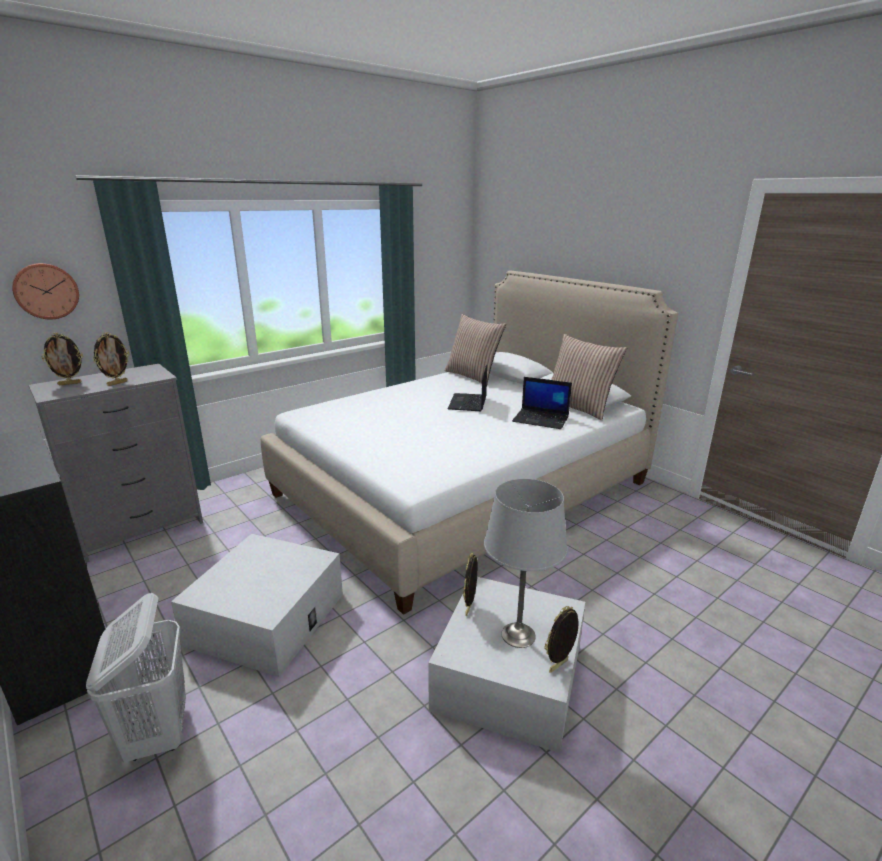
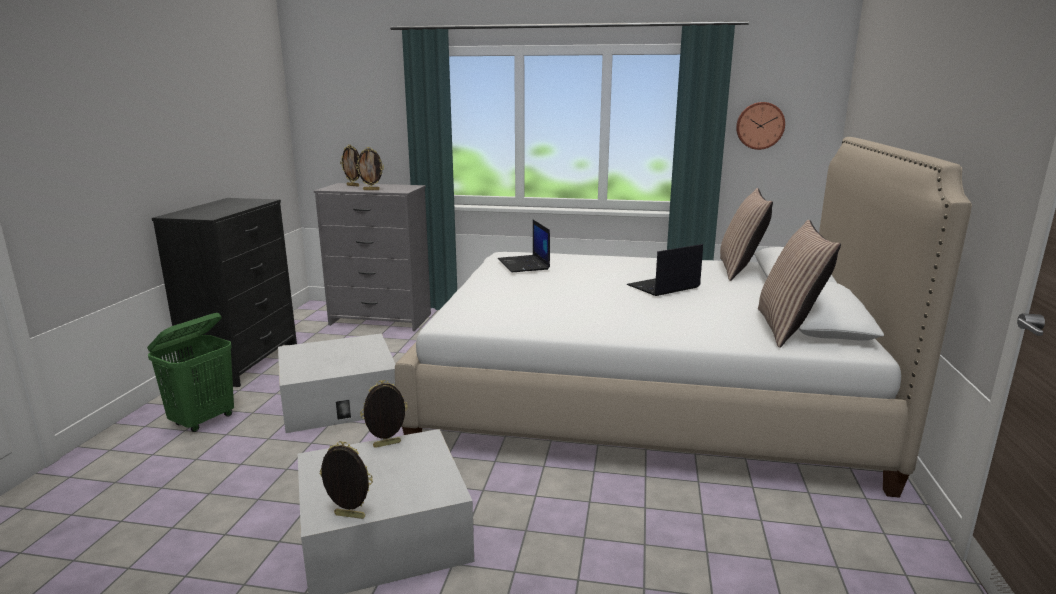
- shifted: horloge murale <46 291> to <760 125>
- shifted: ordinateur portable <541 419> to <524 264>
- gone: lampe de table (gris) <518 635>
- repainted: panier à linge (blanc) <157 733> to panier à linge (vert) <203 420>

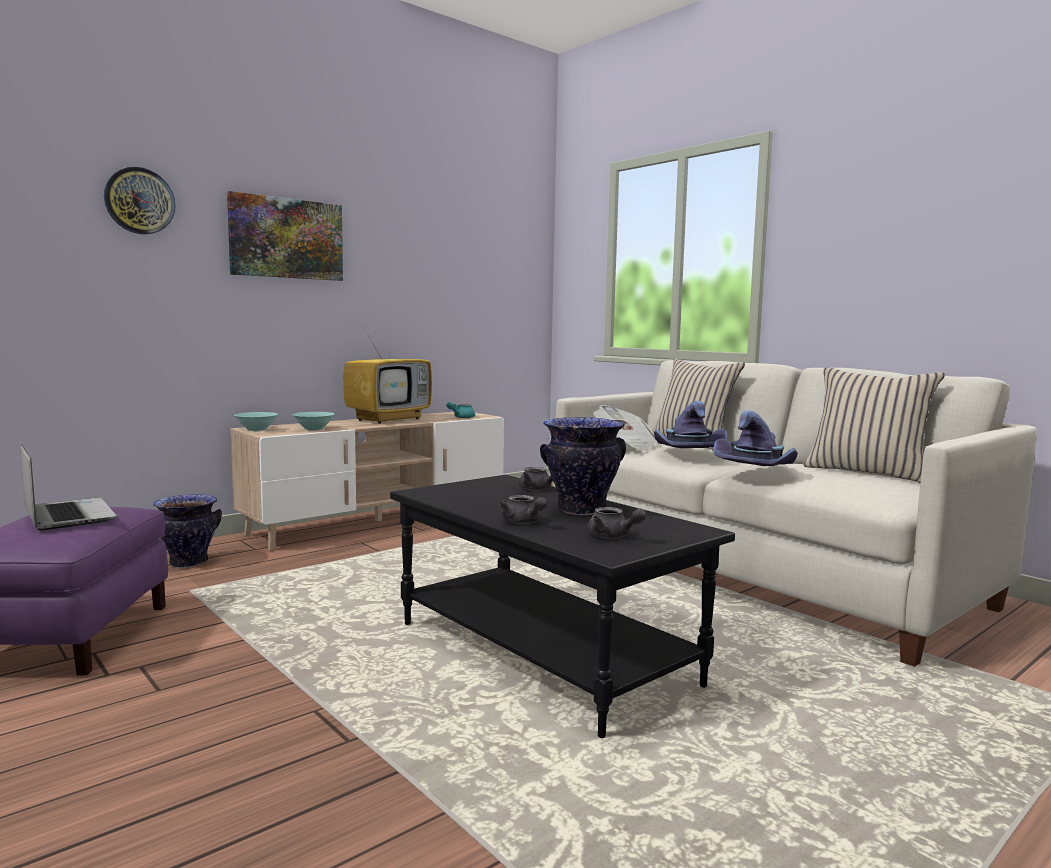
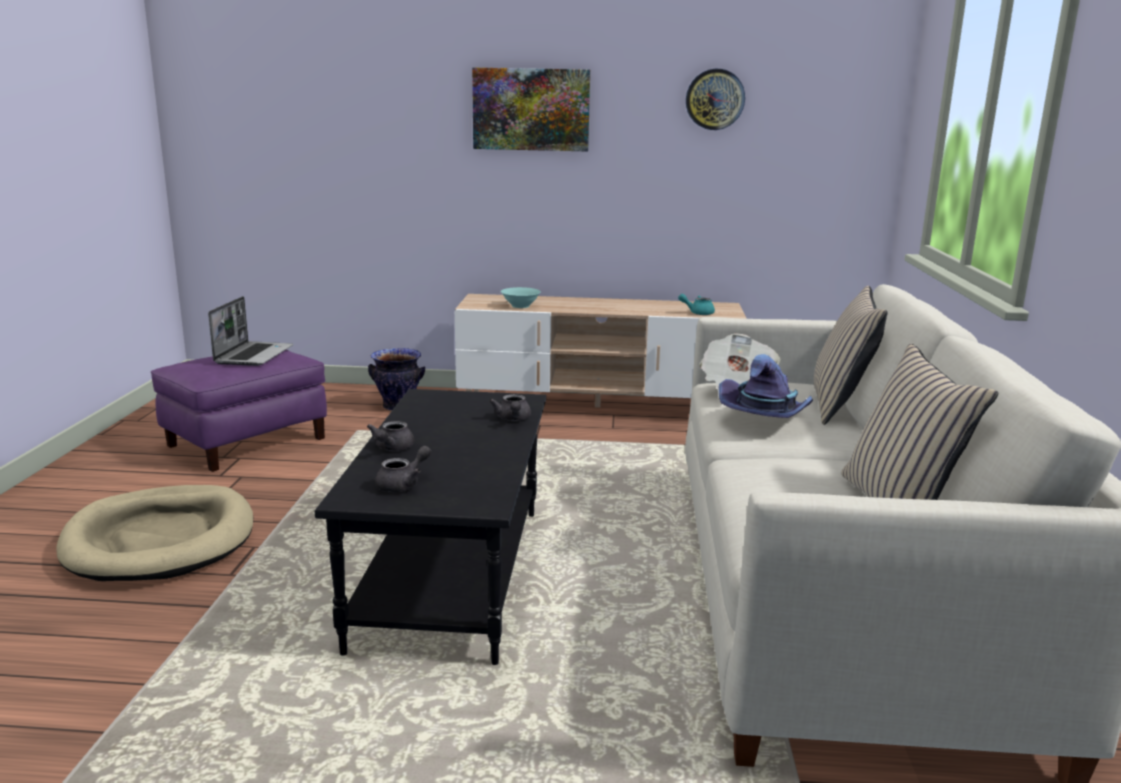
- shifted: horloge murale <139 201> to <715 99>
- gone: téléviseur <389 419>
- gone: chapeau (violet) <755 470>
- gone: bol (turquoise) <256 429>
- gone: vase <581 510>
- rotated: théière (gris) <613 536> = <403 484> 135 degrees counterclockwise
- new: panier pour chien (beige) <161 540>

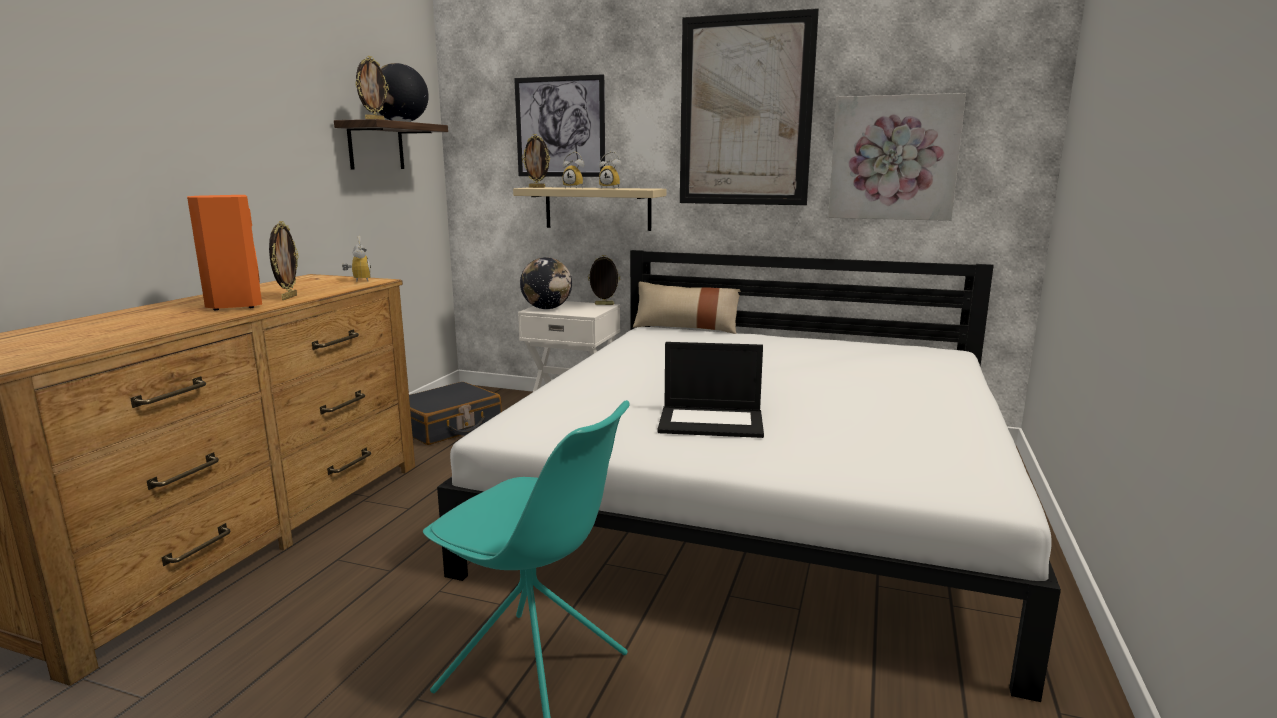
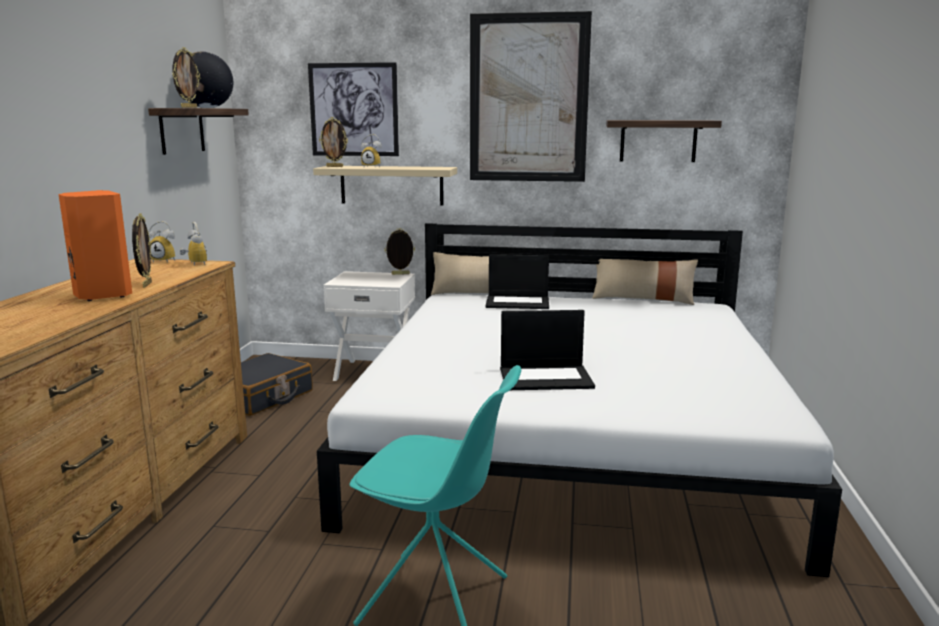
- swapped: tableau <893 158> to étagère <658 141>
- shifted: réveil <611 188> to <166 261>
- gone: globe <547 308>
- new: ordinateur portable <518 302>
- new: coussin (beige) <643 299>

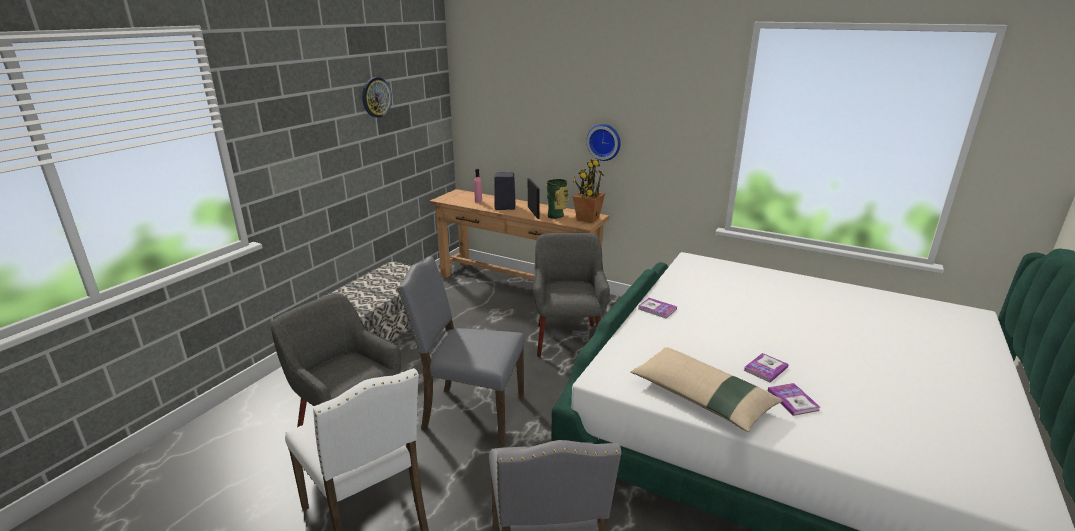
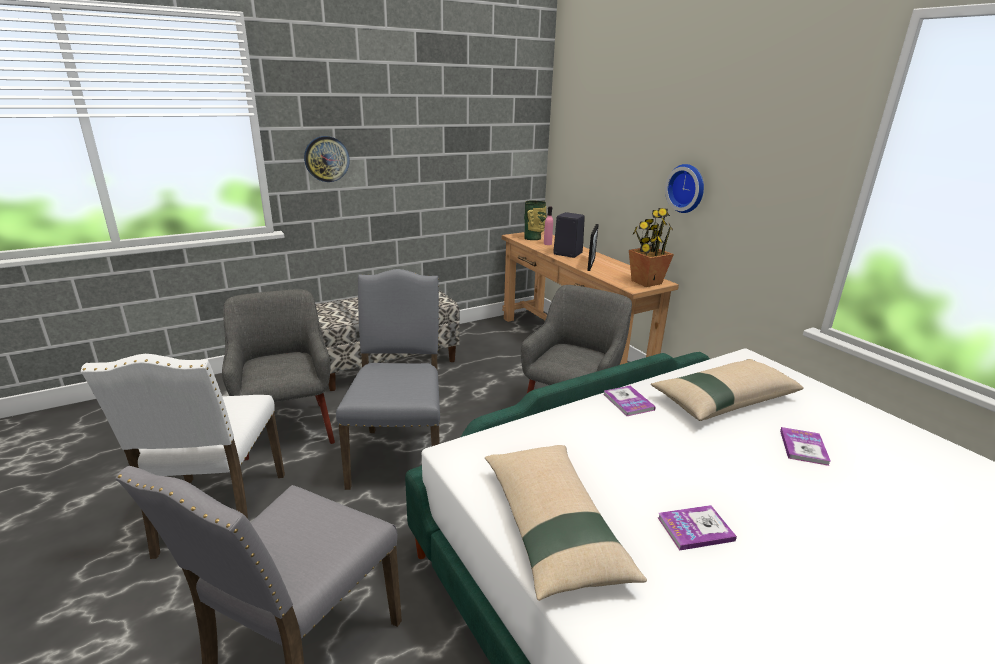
- shifted: horloge murale <376 97> to <326 159>
- shifted: vase <556 215> to <533 238>
- rotated: chaise (gris) <471 413> = <399 455> 45 degrees clockwise
- shifted: livre <793 400> to <803 447>
- new: coussin (beige) <723 399>

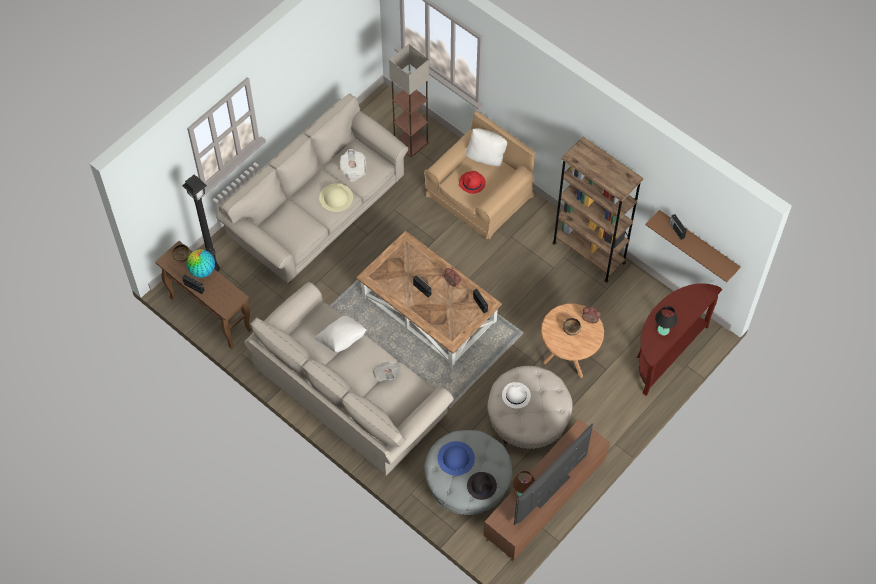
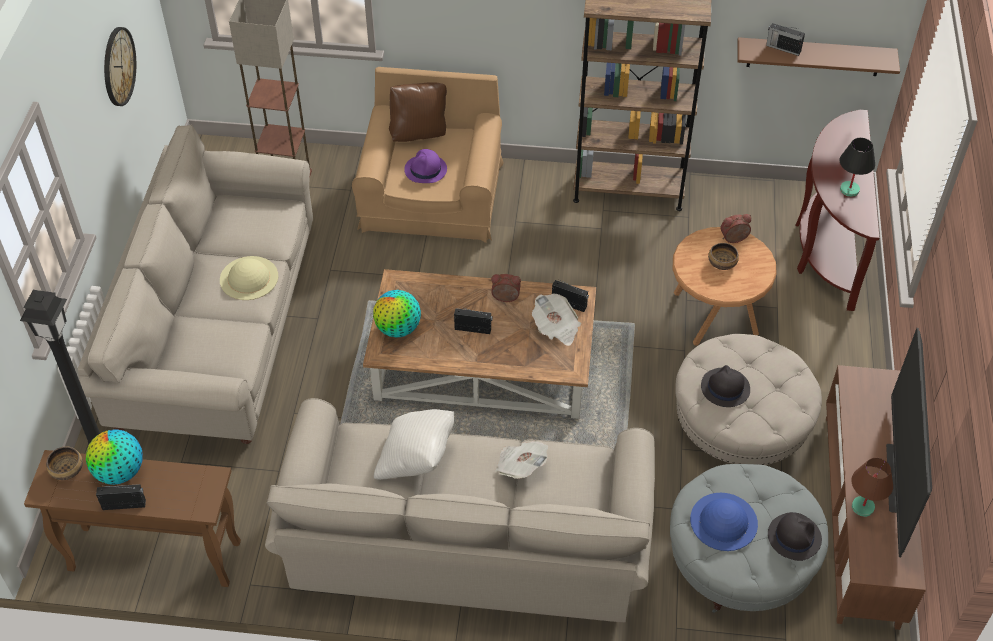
- repainted: coussin (blanc) <486 157> to coussin (marron) <419 134>
- shifted: journal <353 170> to <556 328>
- repainted: chapeau (rouge) <472 183> to chapeau (violet) <426 170>
- repainted: chapeau (blanc) <516 395> to chapeau (noir) <724 388>
- new: horloge murale <118 66>
- new: globe <398 329>

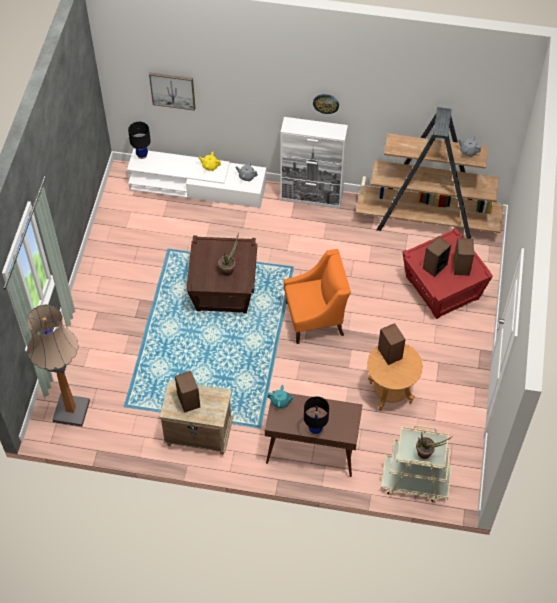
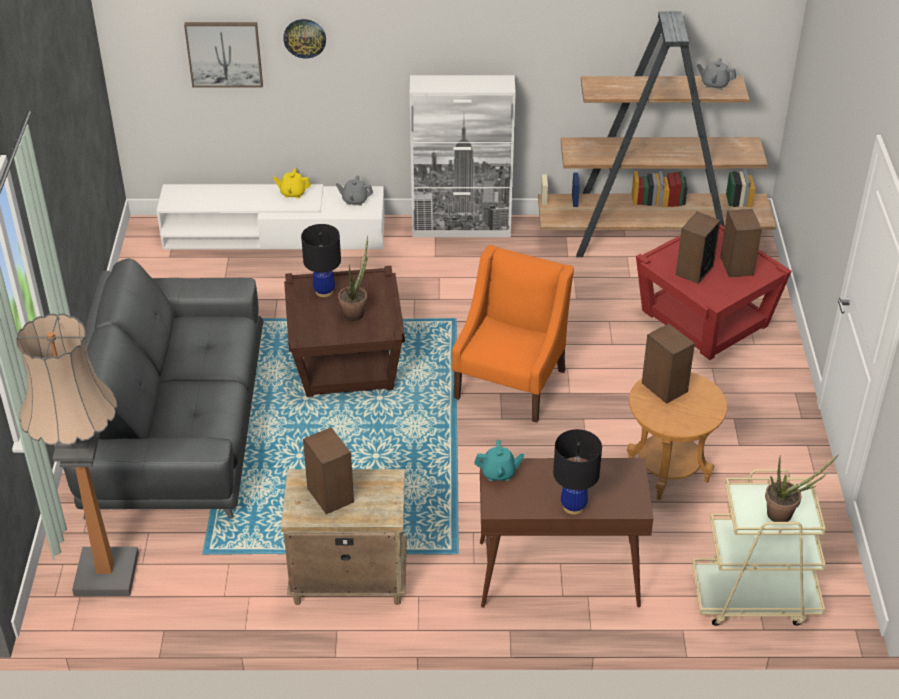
- shifted: horloge murale <326 103> to <304 38>
- shifted: lampe de table (noir) <142 155> to <324 291>
- rotated: fauteuil (orange) <315 318> = <511 383> 45 degrees counterclockwise
- new: canapé (gris) <177 426>

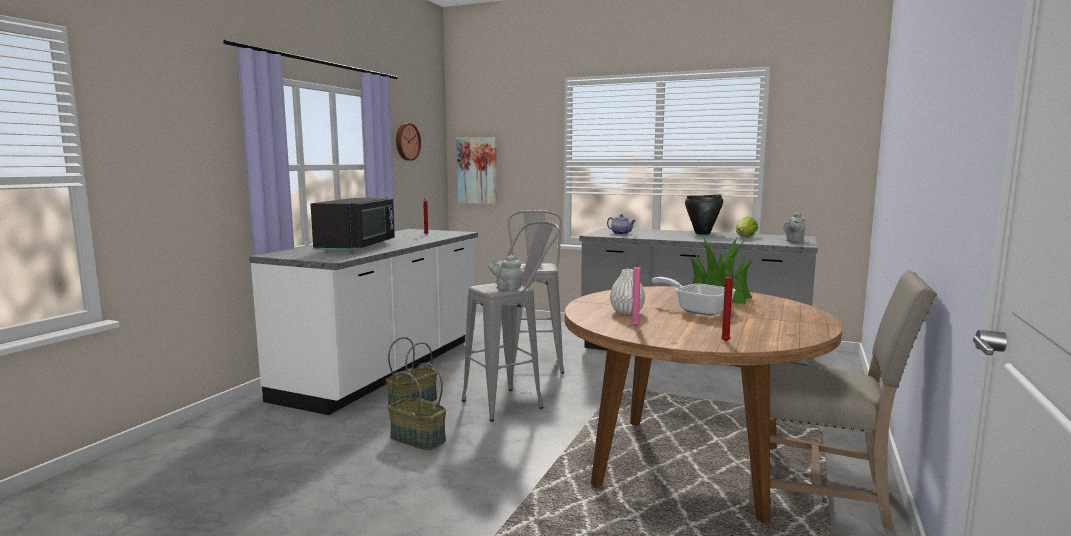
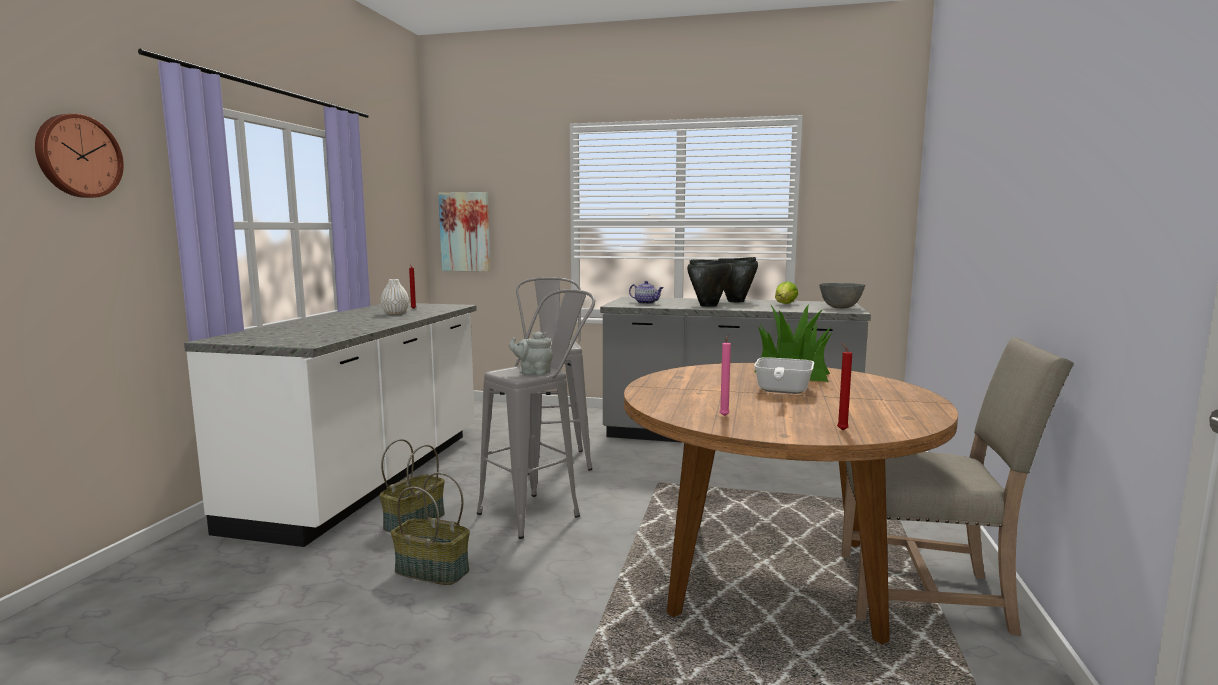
- shifted: horloge murale <406 141> to <77 156>
- gone: micro-ondes (noir) <358 247>
- swapped: théière (gris) <794 241> to bol (gris) <840 308>
- shifted: vase (blanc) <626 312> to <395 313>
- rotated: poêle <697 310> = <781 391> 105 degrees counterclockwise
- new: marmite (noir) <708 305>

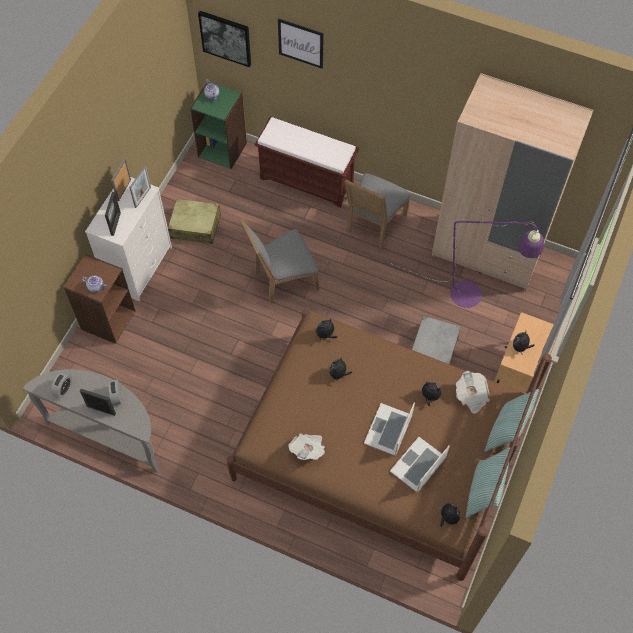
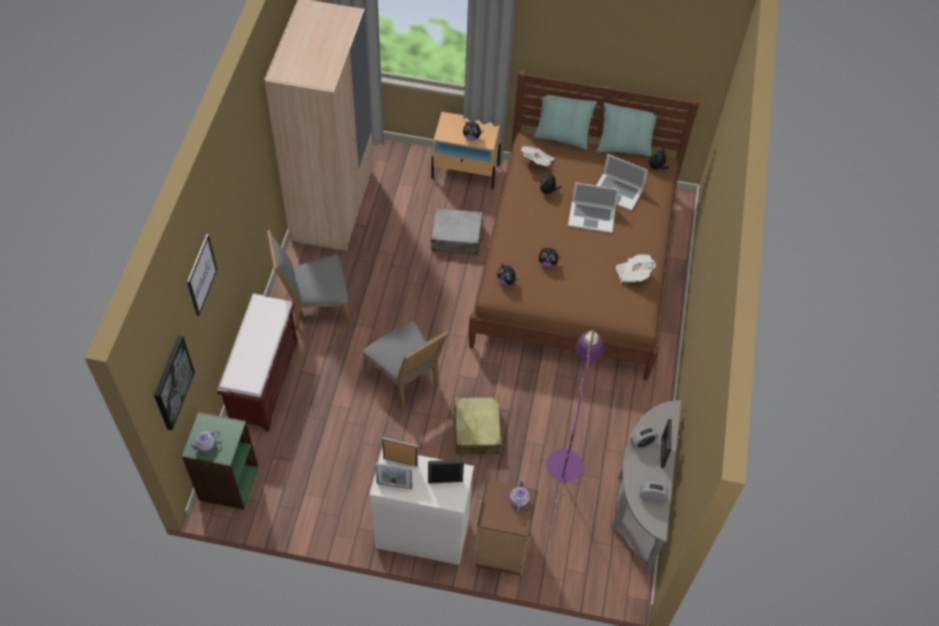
- rotated: chaise (gris) <373 224> = <316 307> 150 degrees clockwise
- shifted: valise (beige) <195 226> to <476 430>
- shifted: lampadaire (violet) <474 297> to <566 456>

